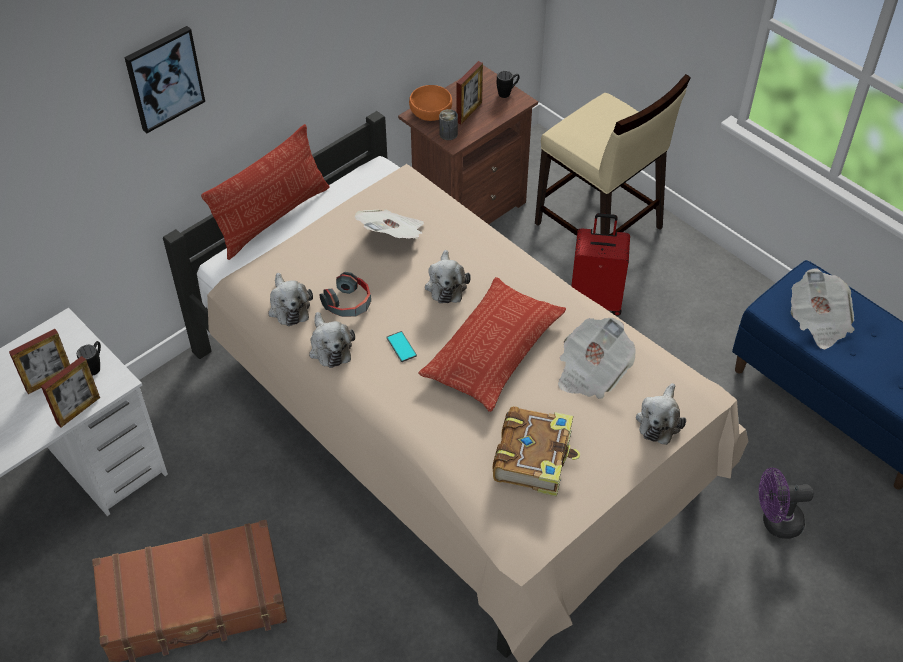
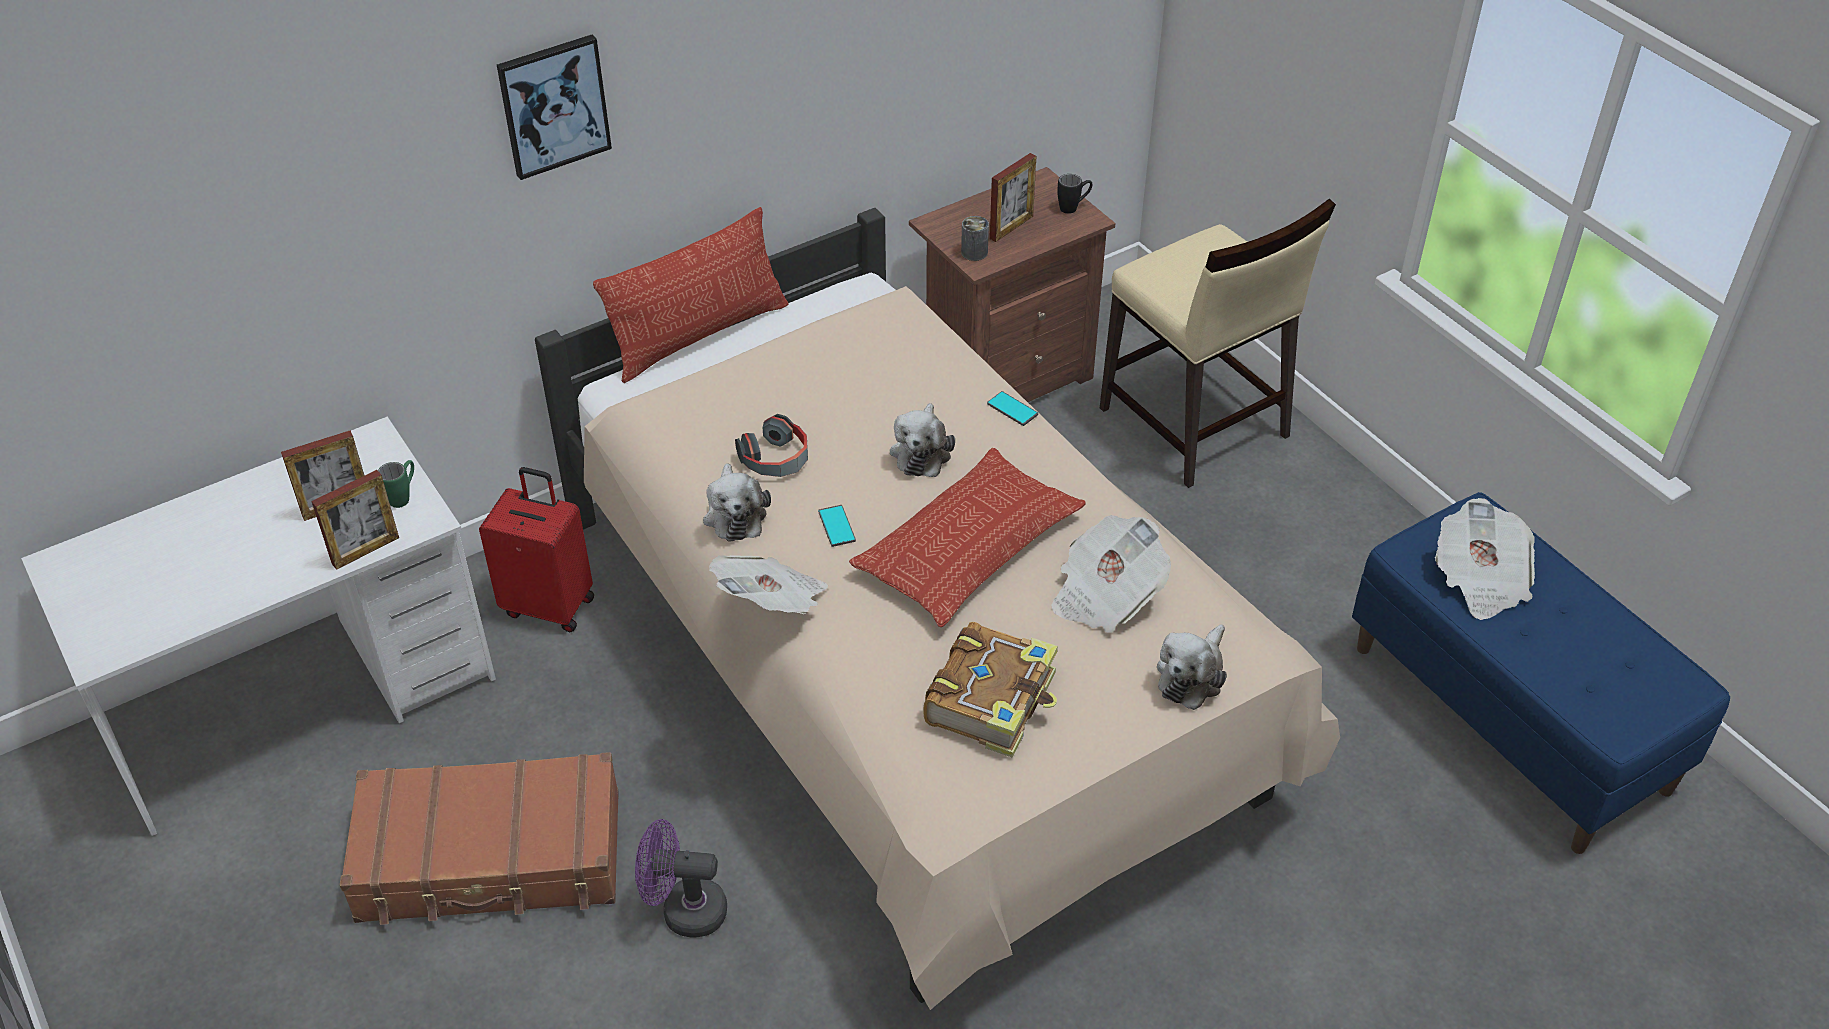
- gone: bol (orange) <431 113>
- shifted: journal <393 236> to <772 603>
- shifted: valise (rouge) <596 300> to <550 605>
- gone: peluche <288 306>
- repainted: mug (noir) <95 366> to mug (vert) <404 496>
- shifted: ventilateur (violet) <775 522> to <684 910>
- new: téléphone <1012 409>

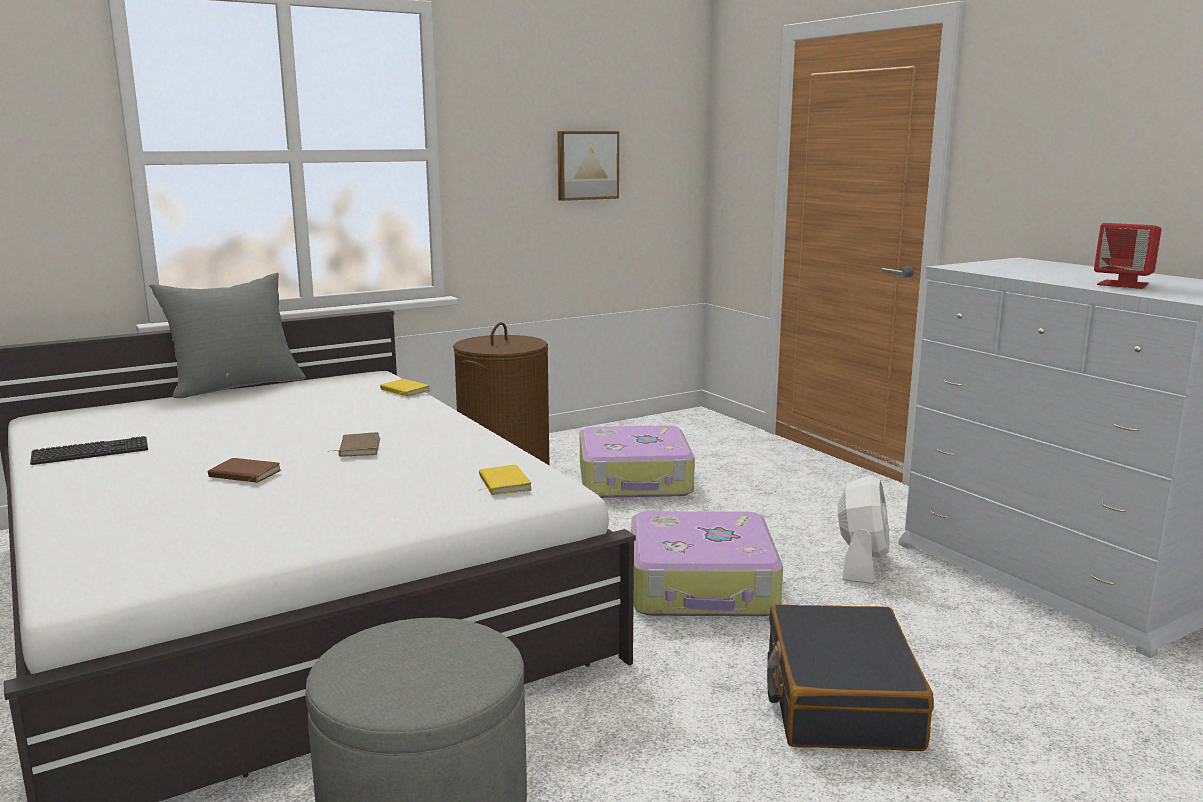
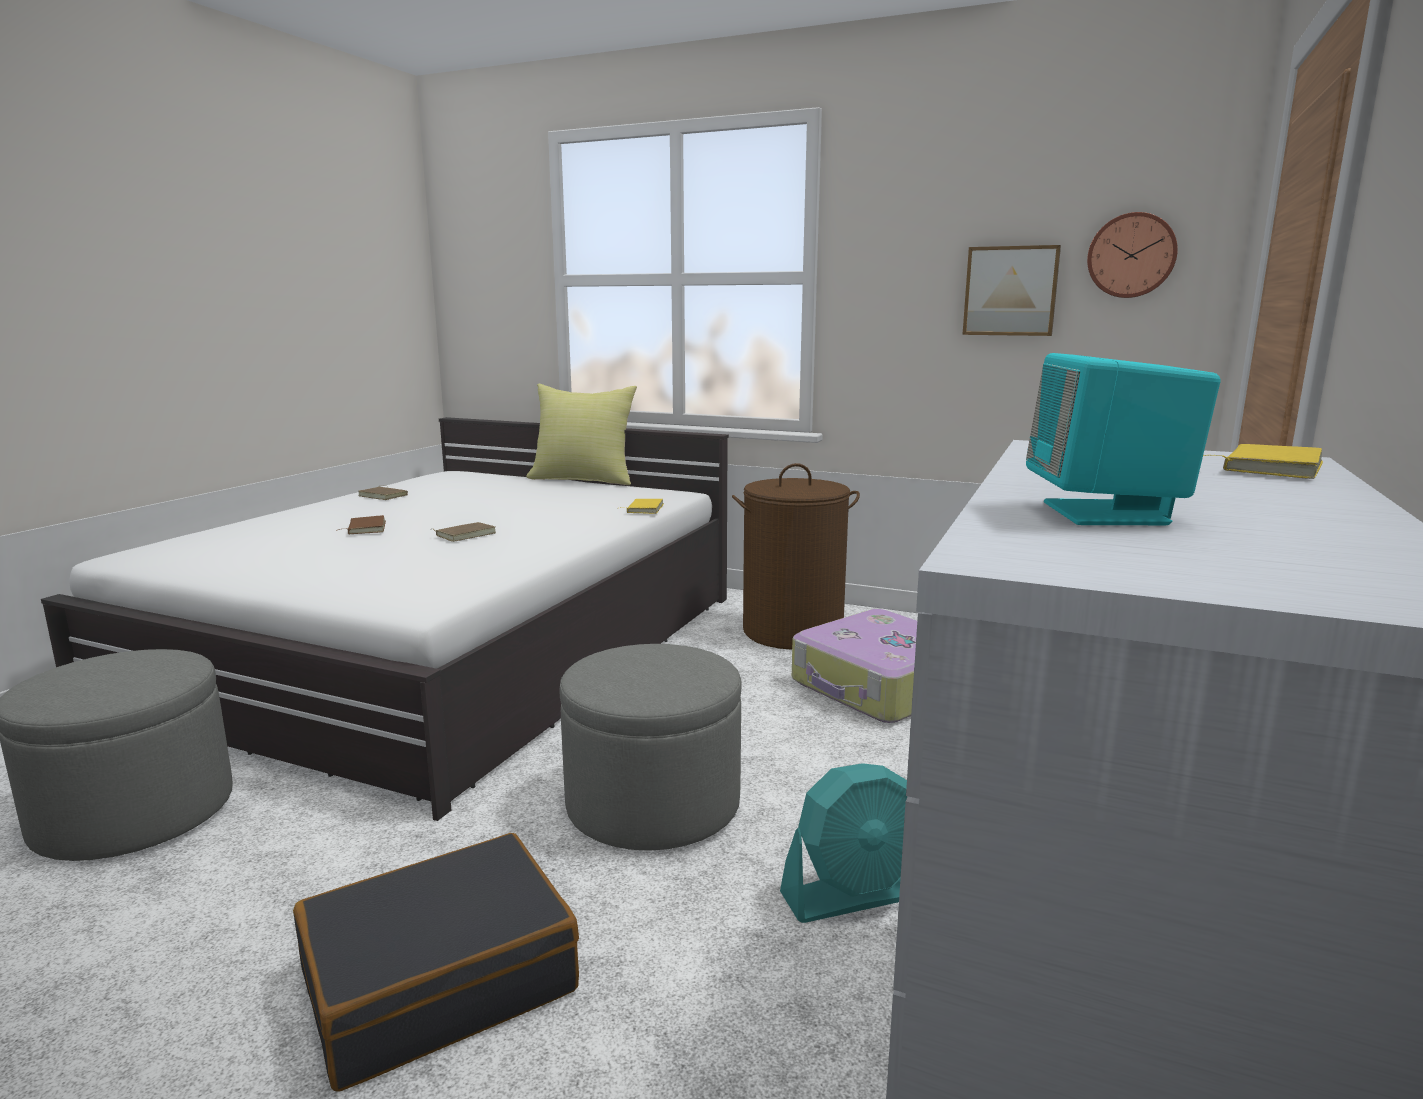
- repainted: enceinte (rouge) <1123 284> to enceinte (turquoise) <1106 513>
- repainted: coussin (gris) <236 385> to coussin (jaune) <584 479>
- swapped: clavier <91 453> to livre (marron) <384 496>
- shifted: livre (jaune) <502 484> to <1268 467>
- repainted: ventilateur (blanc) <861 564> to ventilateur (turquoise) <856 895>
- swapped: valise <703 586> to pouf (gris) <653 805>
- new: horloge murale <1131 255>

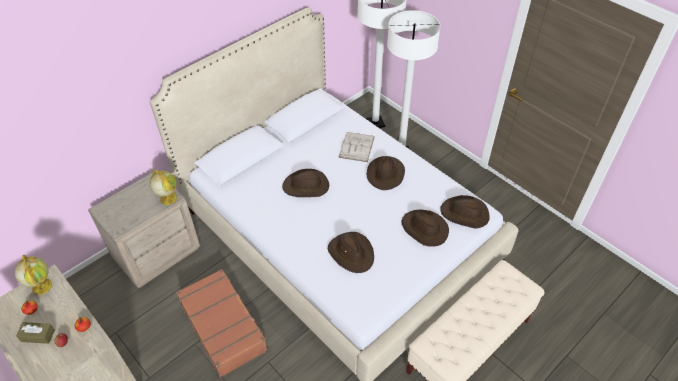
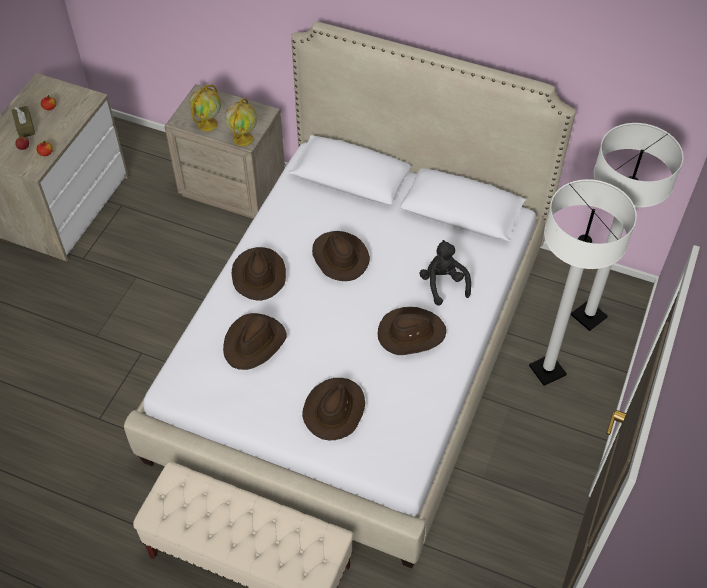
- swapped: livre (blanc) <356 147> to peluche (noir) <443 284>
- shifted: chapeau (marron) <464 214> to <258 275>
- shifted: globe <41 286> to <208 123>
- gone: valise (marron) <223 326>

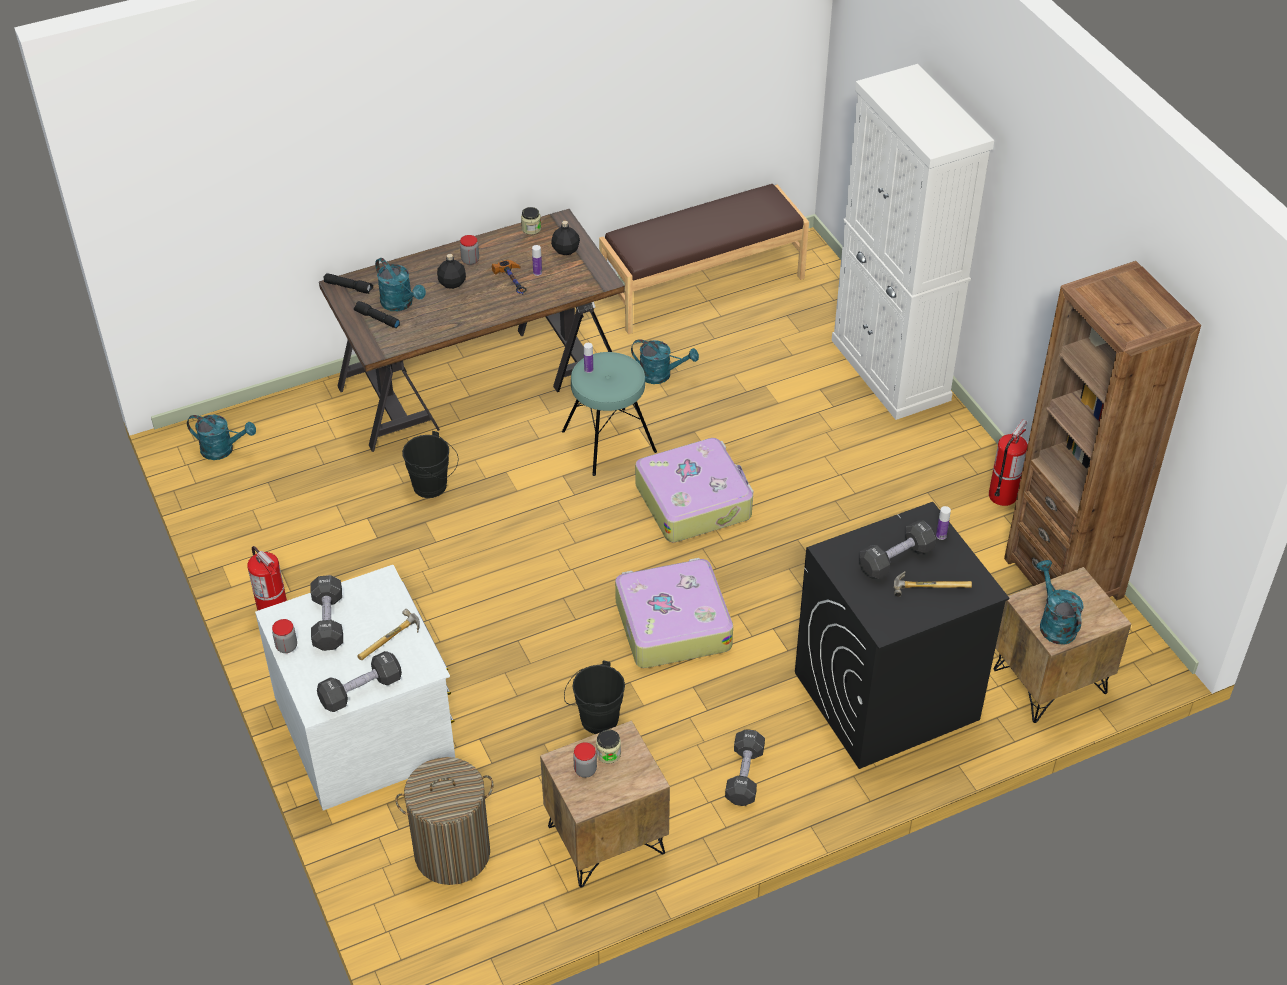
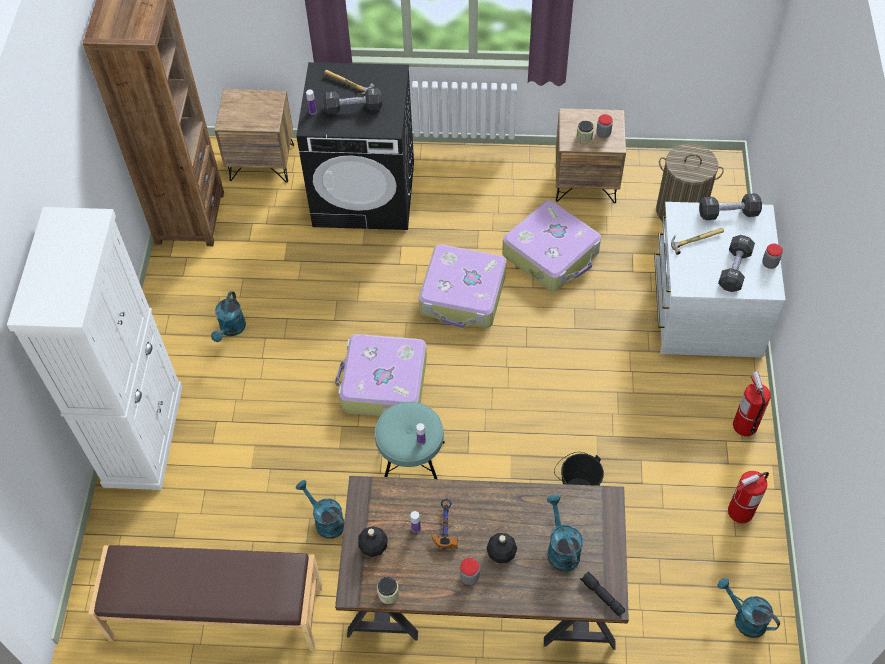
- gone: lampe de poche (noir) <377 319>
- shifted: extincteur <1002 495> to <740 512>
- shifted: arrosoir (turquoise) <1054 623> to <231 330>
- swapped: seau (noir) <595 718> to valise <551 254>
- gone: haltère (noir) <744 775>

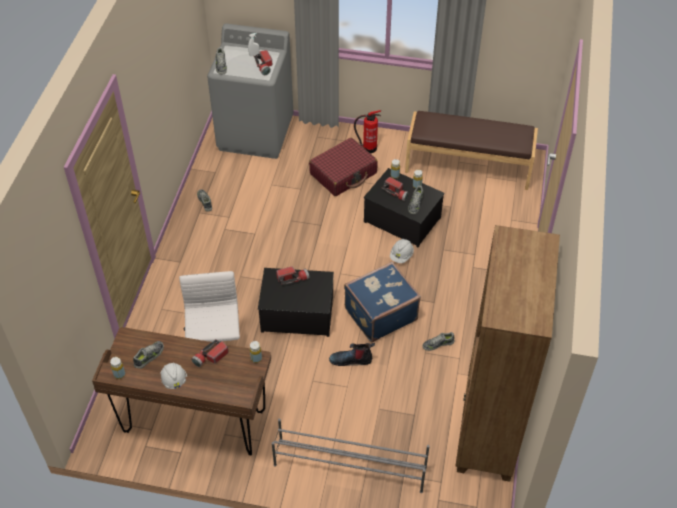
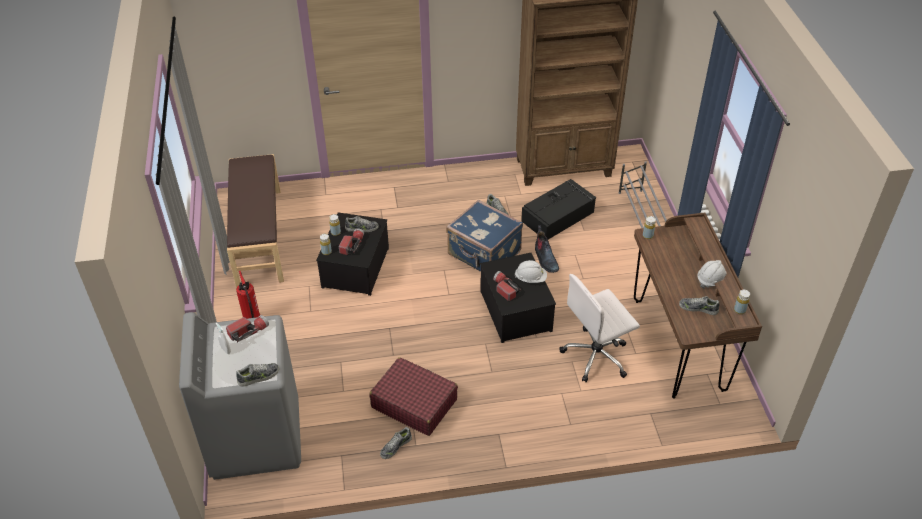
- shifted: valise (rouge) <343 173> to <414 403>
- shifted: casque de chantier (blanc) <401 256> to <530 278>
- gone: lampe de poche <210 357>
- new: boîte de rangement (noir) <558 216>

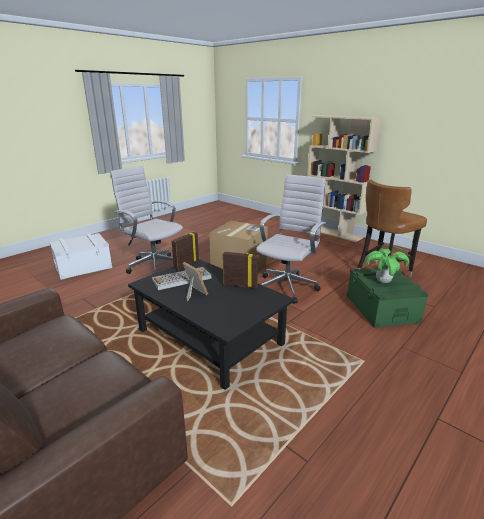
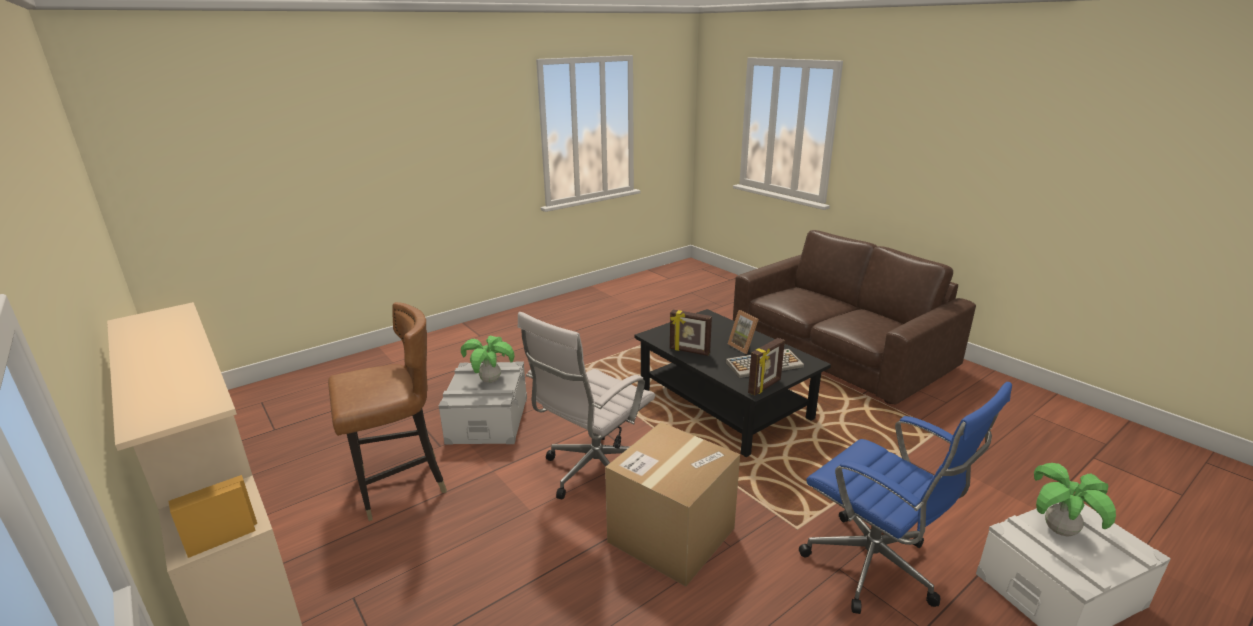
- repainted: chaise de bureau (blanc) <153 266> to chaise de bureau (bleu) <876 569>
- repainted: boîte de rangement (vert) <382 308> to boîte de rangement (gris) <488 419>
- new: plante en pot <1060 531>

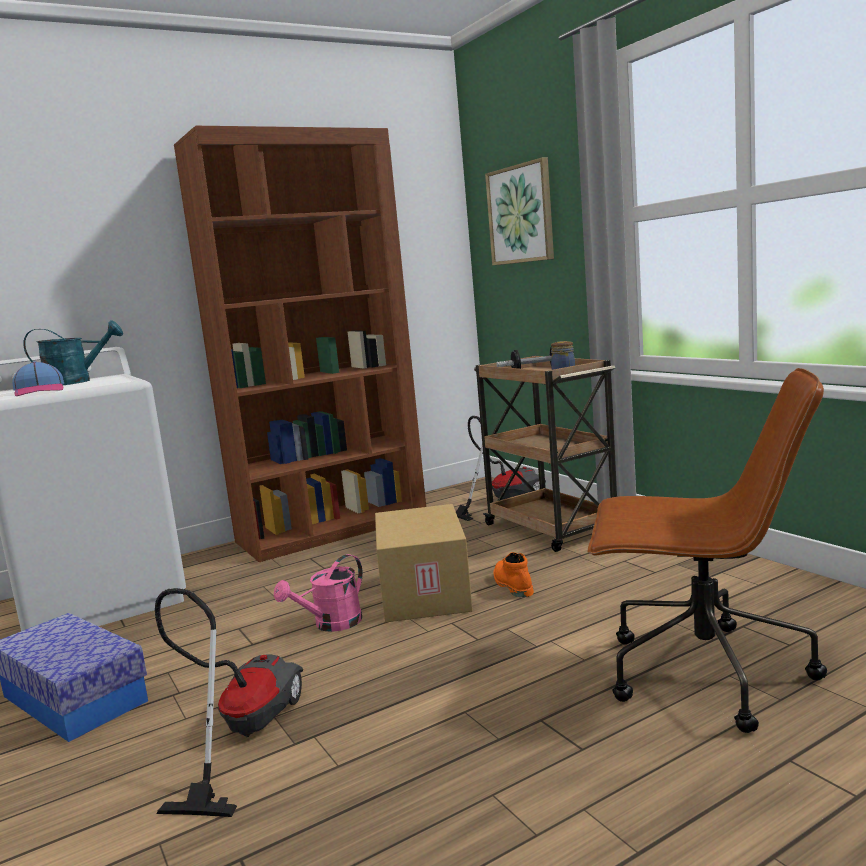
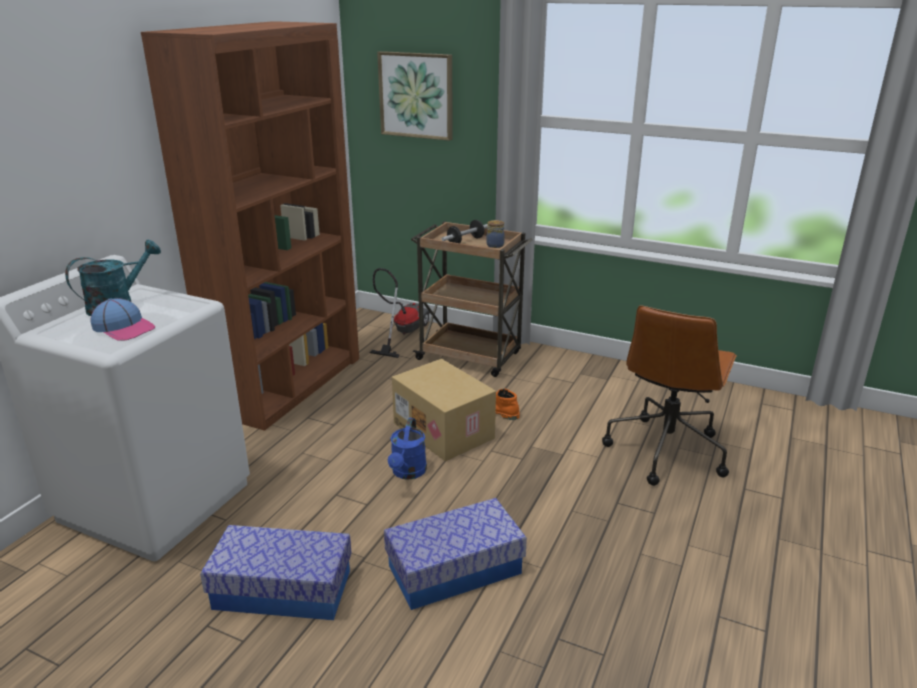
- rotated: chaise de bureau (marron) <702 674> = <665 450> 135 degrees clockwise
- repainted: arrosoir (rose) <331 625> to arrosoir (bleu) <407 473>
- swapped: aspirateur <242 733> to boîte de rangement <455 569>

